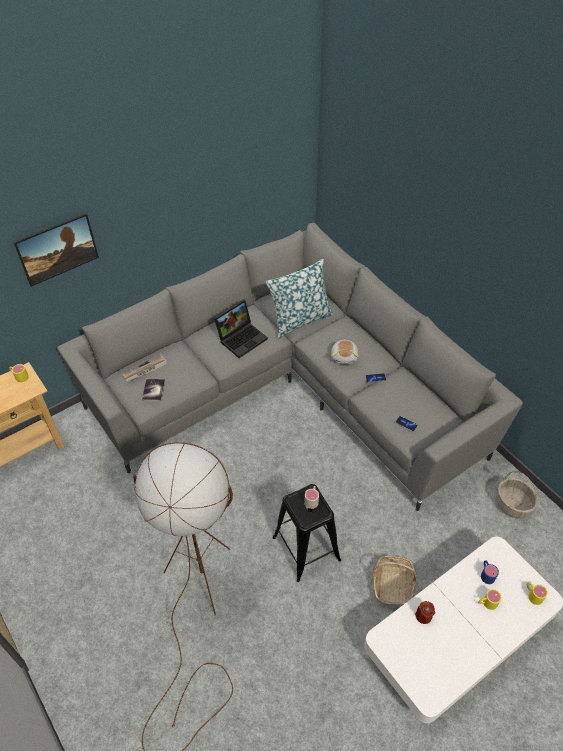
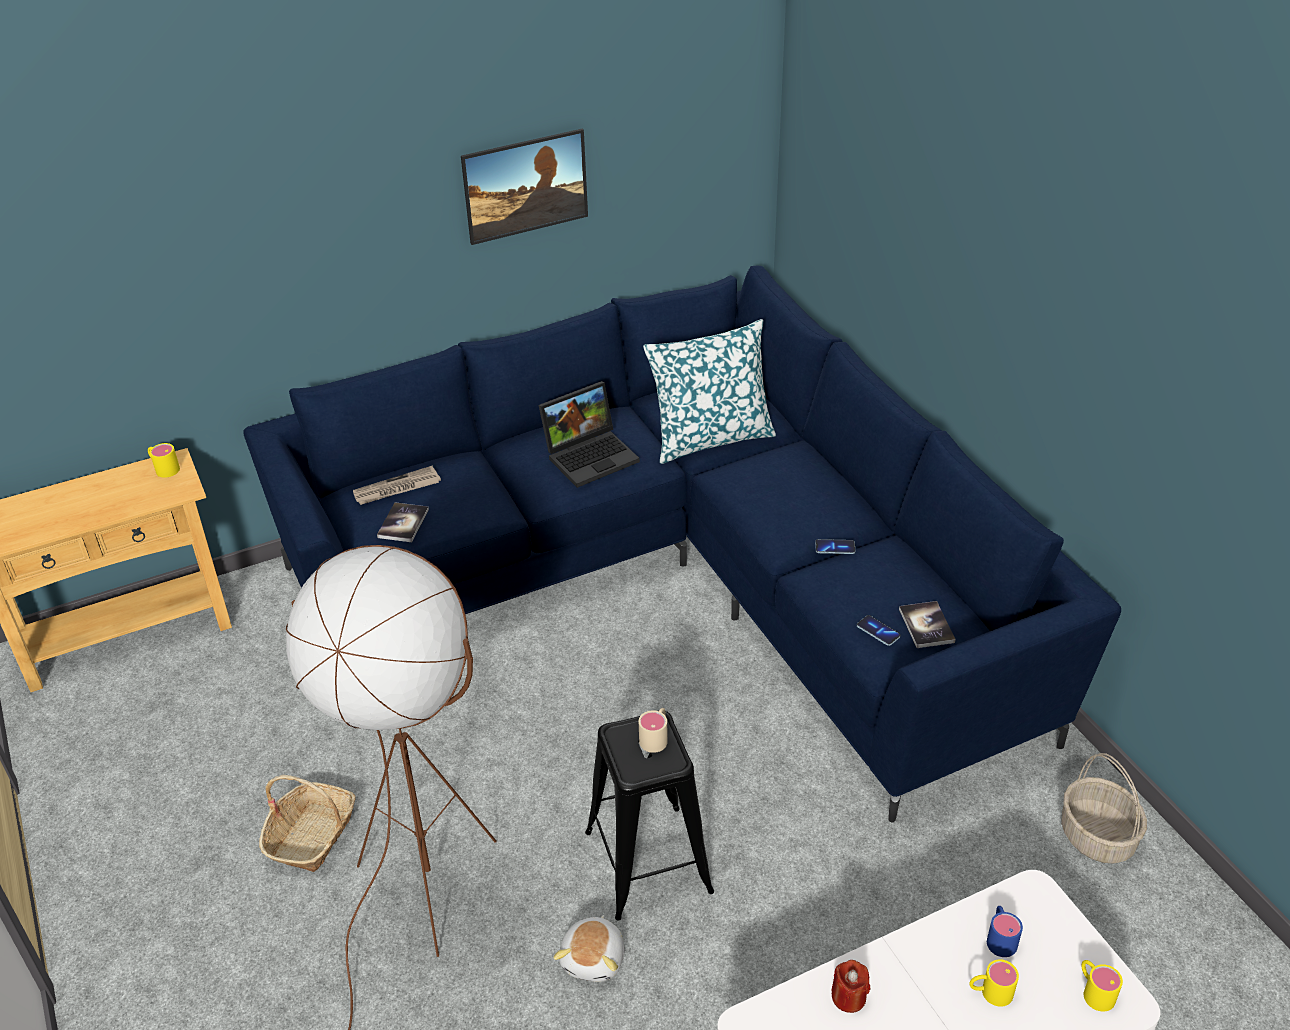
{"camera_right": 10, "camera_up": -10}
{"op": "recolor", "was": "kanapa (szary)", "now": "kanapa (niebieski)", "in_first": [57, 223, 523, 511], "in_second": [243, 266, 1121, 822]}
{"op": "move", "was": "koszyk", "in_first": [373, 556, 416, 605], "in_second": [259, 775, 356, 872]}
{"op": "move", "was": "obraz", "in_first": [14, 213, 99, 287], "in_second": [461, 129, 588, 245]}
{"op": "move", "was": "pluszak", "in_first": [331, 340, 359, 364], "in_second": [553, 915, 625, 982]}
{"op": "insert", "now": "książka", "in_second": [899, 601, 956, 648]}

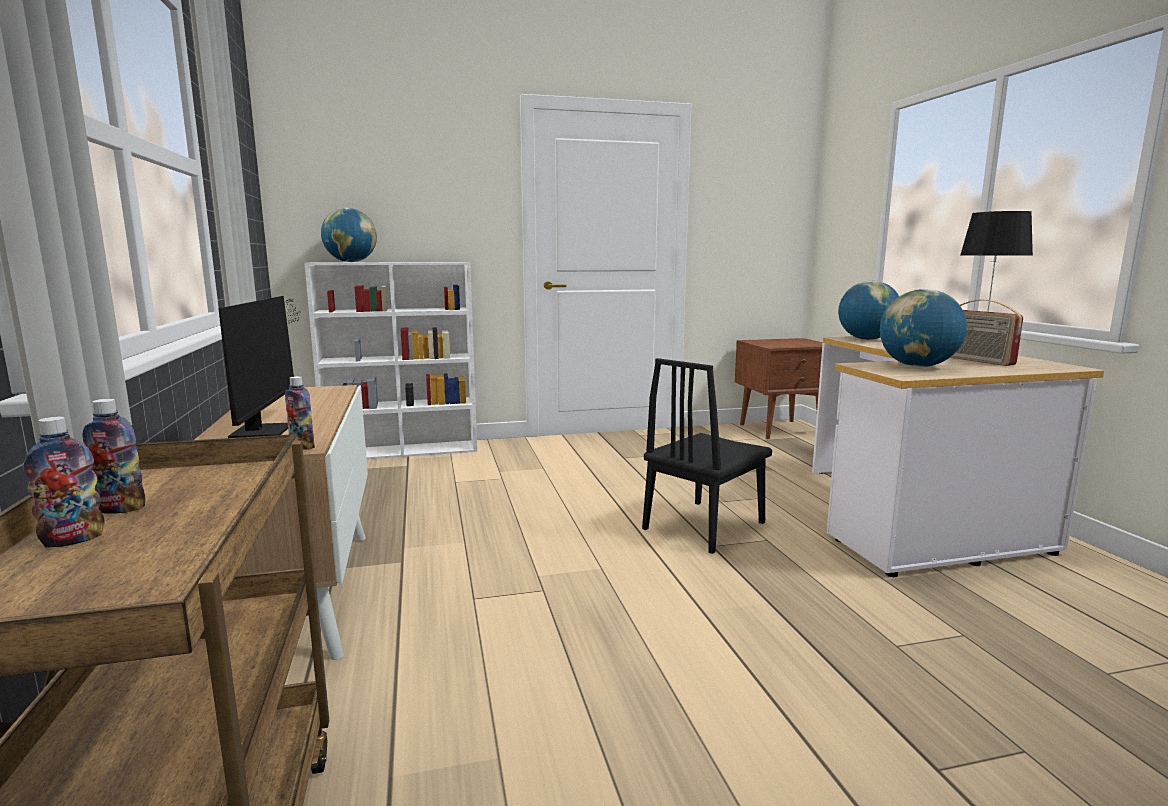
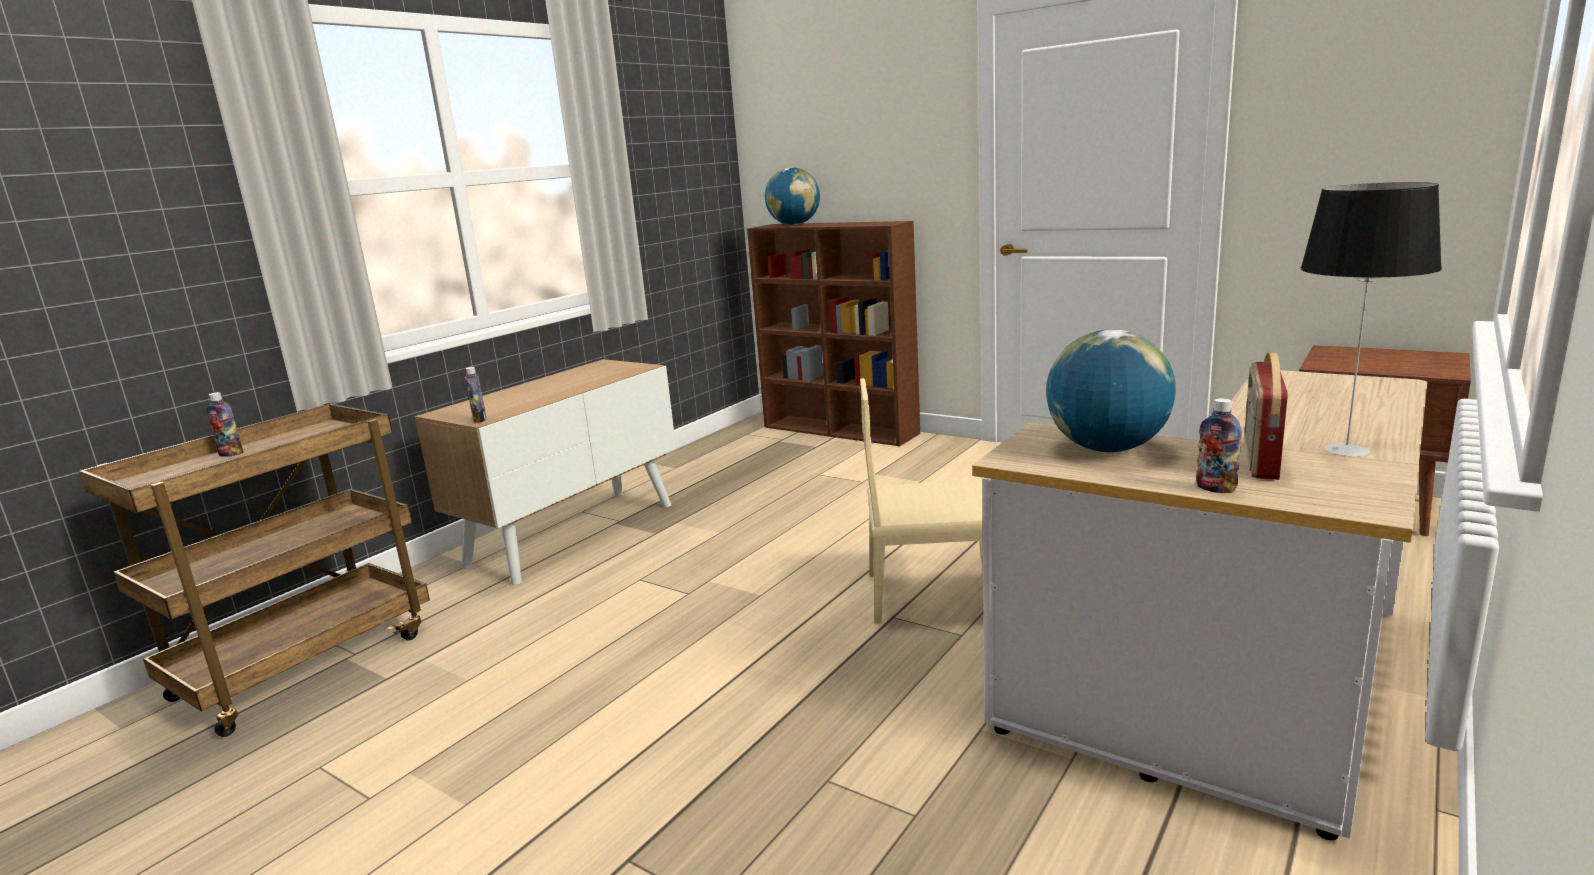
{"camera_right": 50, "camera_up": 5}
{"op": "recolor", "was": "regał (biały)", "now": "regał (brązowy)", "in_first": [304, 262, 477, 459], "in_second": [747, 221, 920, 446]}
{"op": "recolor", "was": "krzesło (czarny)", "now": "krzesło (beżowy)", "in_first": [642, 358, 772, 554], "in_second": [860, 378, 983, 624]}
{"op": "move", "was": "butelka", "in_first": [83, 399, 145, 514], "in_second": [1196, 398, 1242, 493]}
{"op": "delete", "was": "monitor", "in_first": [218, 296, 301, 438]}
{"op": "delete", "was": "globus", "in_first": [838, 281, 899, 340]}

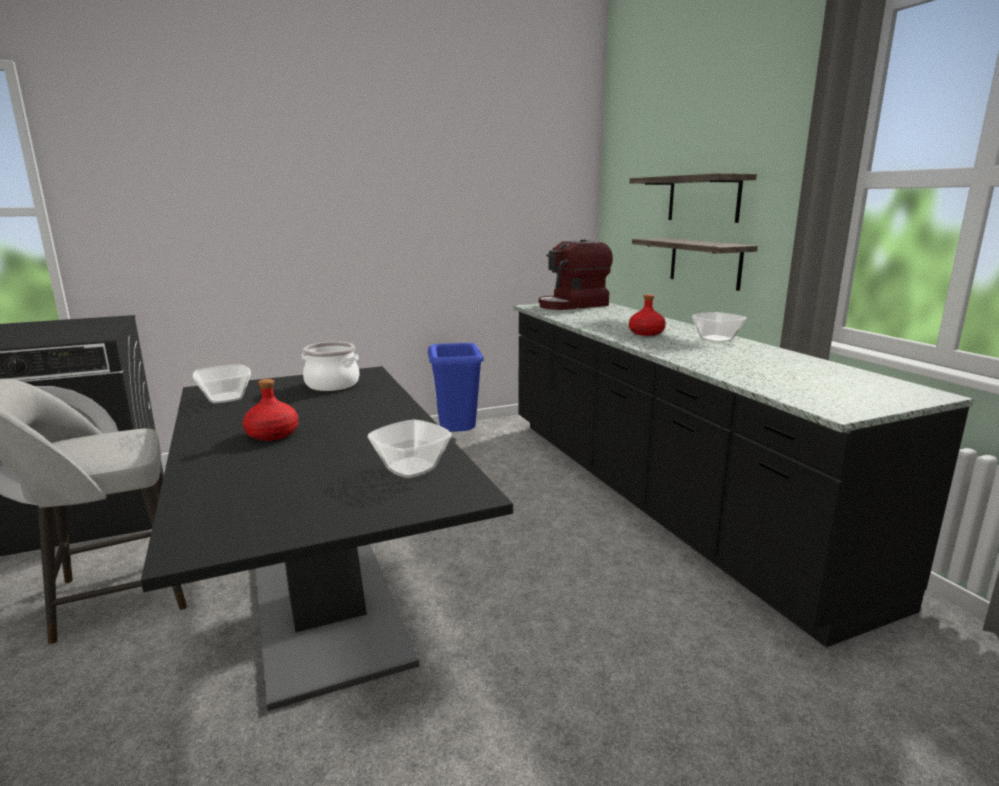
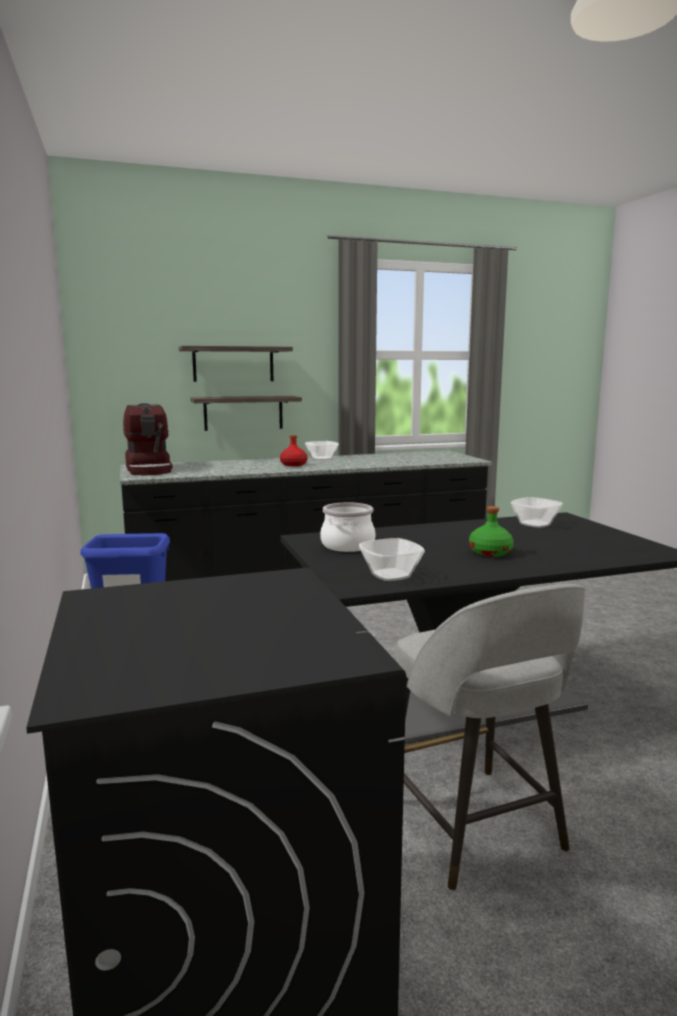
{"camera_right": -85, "camera_up": -5}
{"op": "recolor", "was": "butelka (czerwony)", "now": "butelka (zielony)", "in_first": [243, 379, 299, 441], "in_second": [469, 506, 514, 557]}

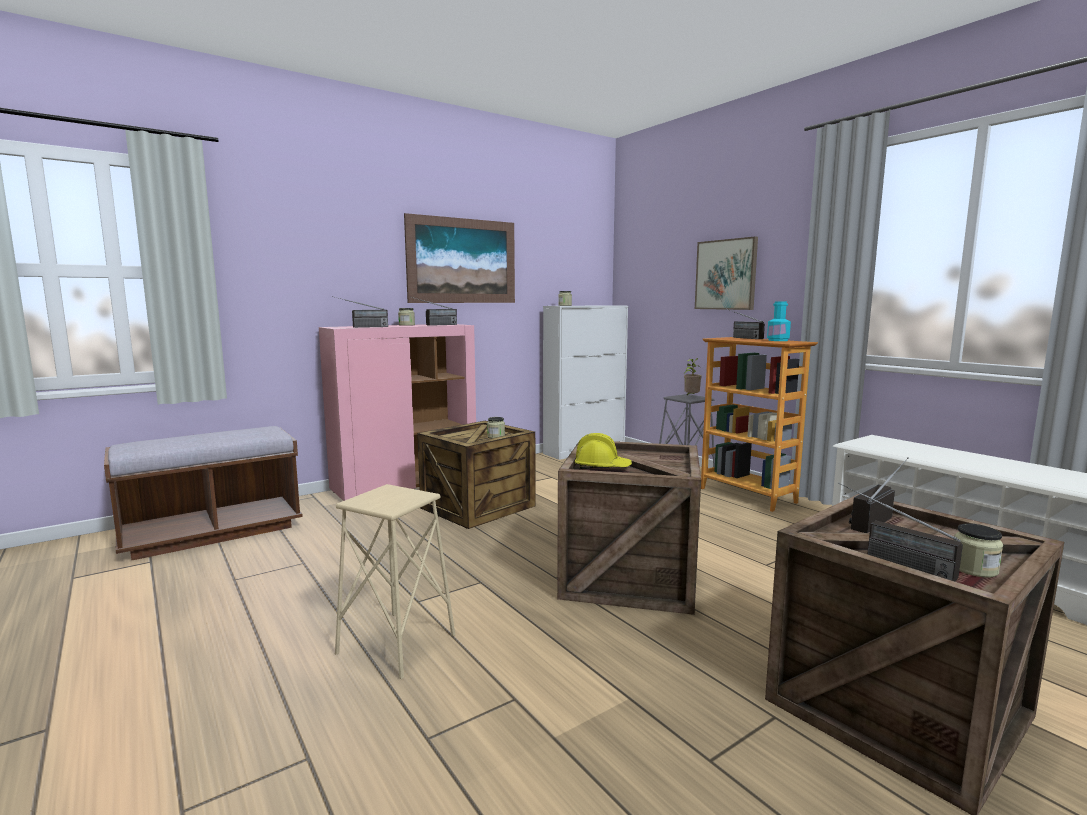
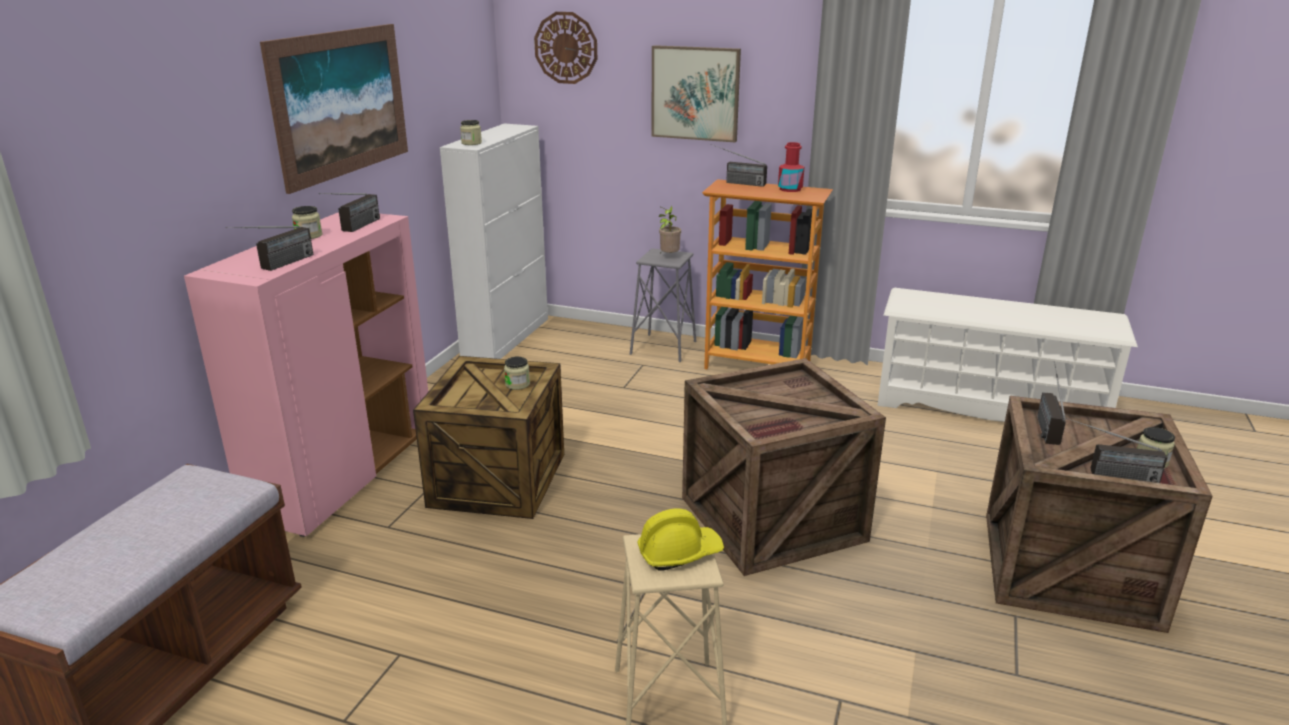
{"camera_right": -35, "camera_up": 15}
{"op": "insert", "now": "zegar ścienny", "in_second": [534, 12, 597, 84]}
{"op": "move", "was": "kask (żółty)", "in_first": [575, 433, 632, 469], "in_second": [638, 508, 724, 571]}
{"op": "recolor", "was": "butelka (turkusowy)", "now": "butelka (czerwony)", "in_first": [767, 302, 791, 341], "in_second": [778, 142, 804, 192]}

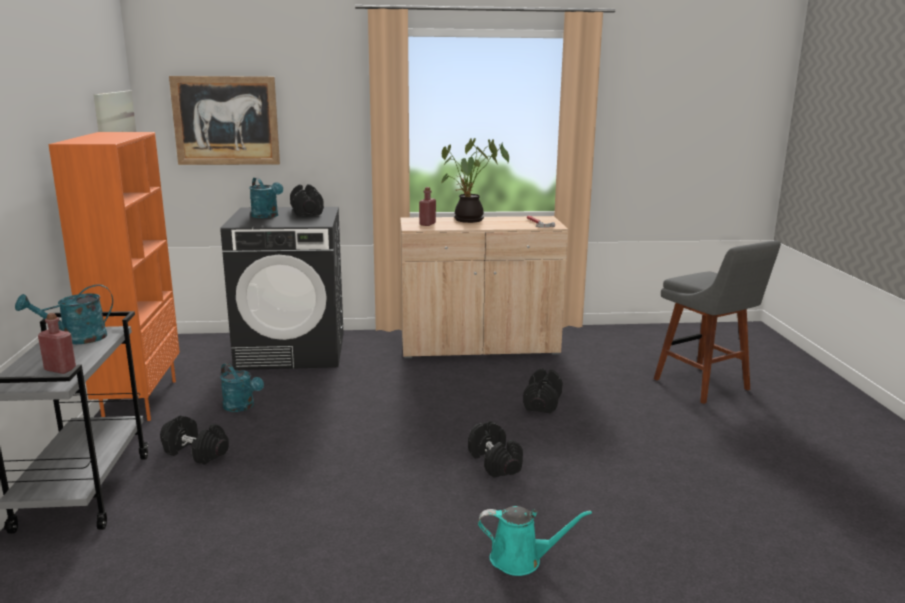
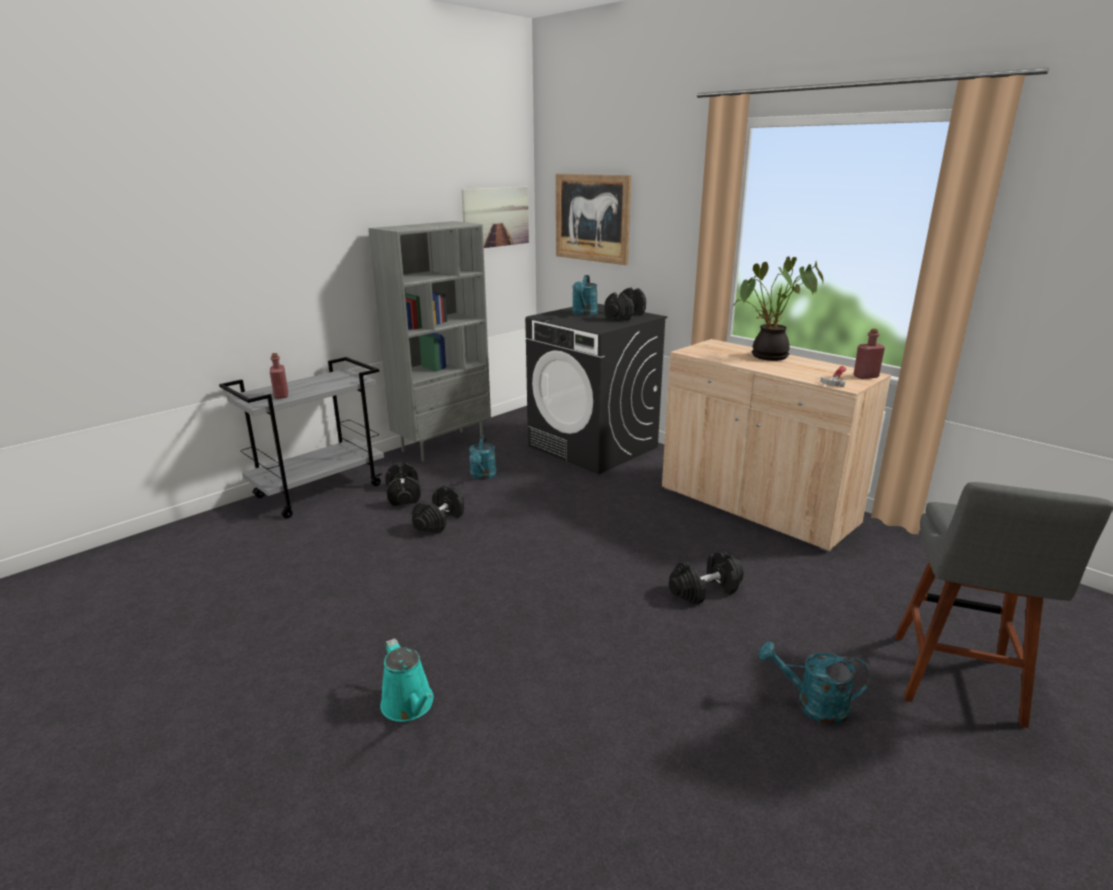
{"camera_right": 50, "camera_up": 5}
{"op": "recolor", "was": "regał (pomarańczowy)", "now": "regał (szary)", "in_first": [48, 132, 180, 421], "in_second": [368, 221, 491, 462]}
{"op": "move", "was": "hantel (czarny)", "in_first": [468, 421, 523, 478], "in_second": [412, 485, 464, 534]}
{"op": "move", "was": "konewka (turkusowy)", "in_first": [15, 284, 113, 344], "in_second": [759, 641, 871, 725]}
{"op": "move", "was": "butelka (czerwony)", "in_first": [419, 187, 436, 226], "in_second": [854, 329, 885, 379]}

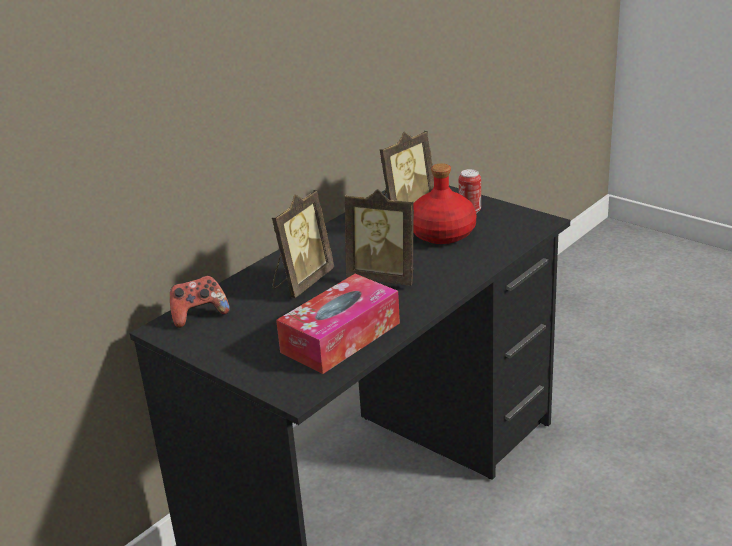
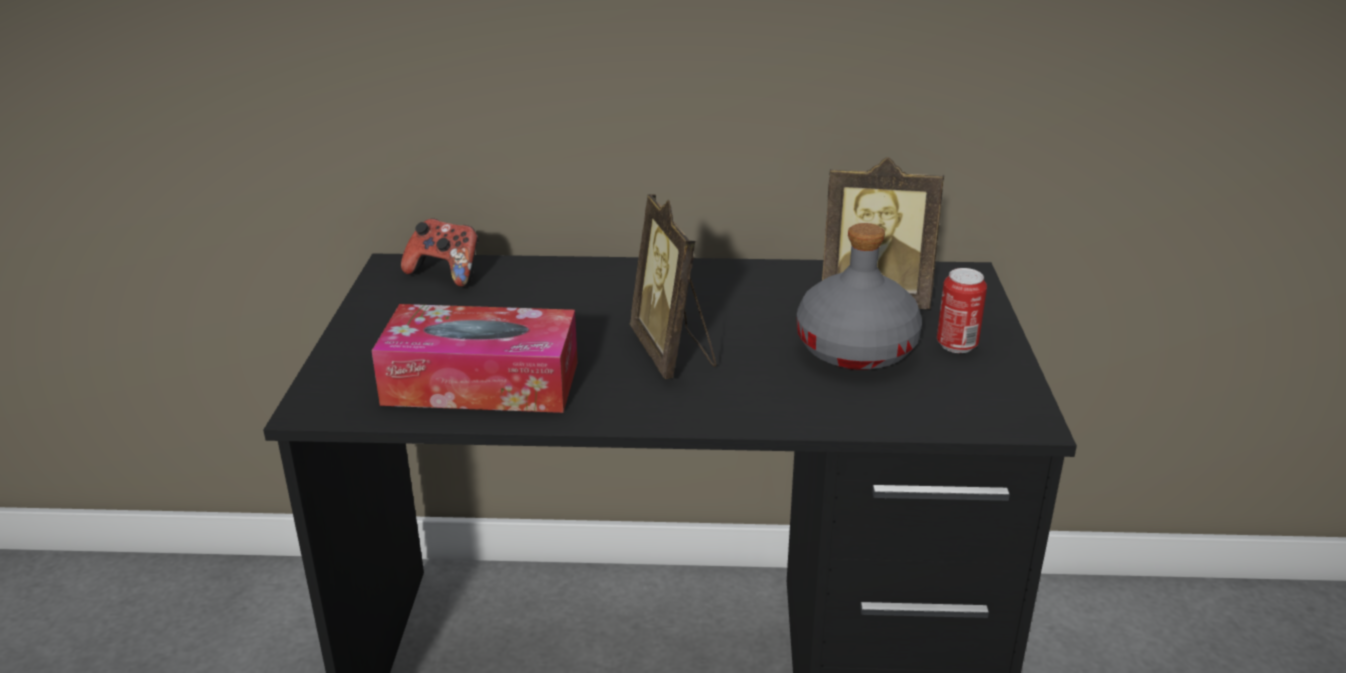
{"camera_right": 50, "camera_up": 0}
{"op": "recolor", "was": "butelka (czerwony)", "now": "butelka (szary)", "in_first": [413, 163, 476, 244], "in_second": [797, 223, 922, 370]}
{"op": "delete", "was": "ramka na zdjęcie", "in_first": [272, 190, 334, 298]}

